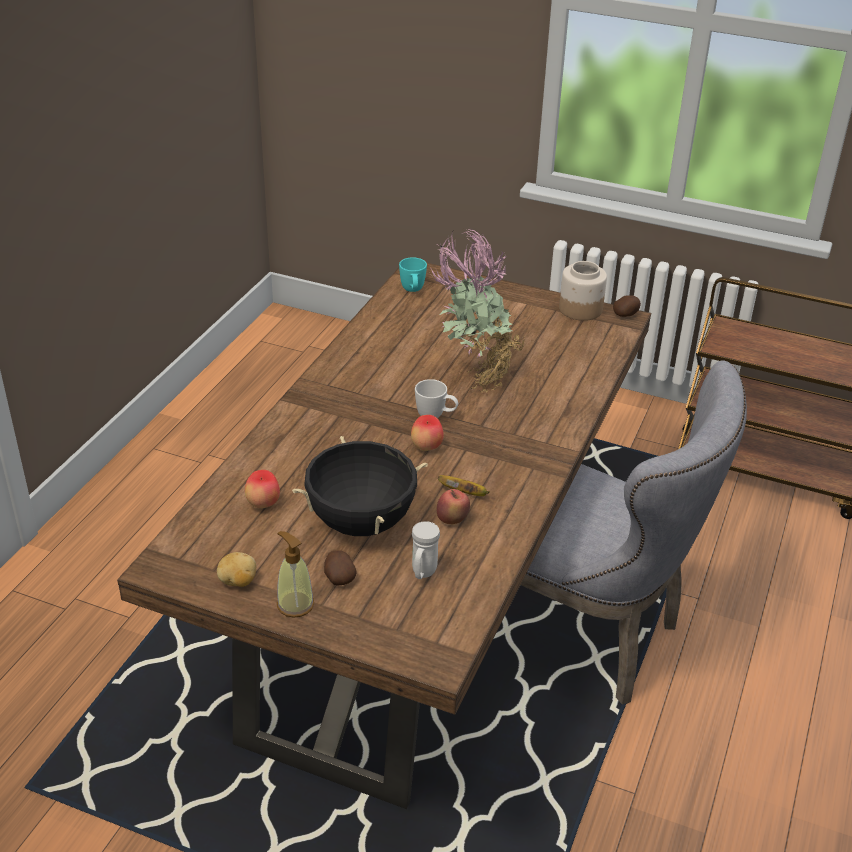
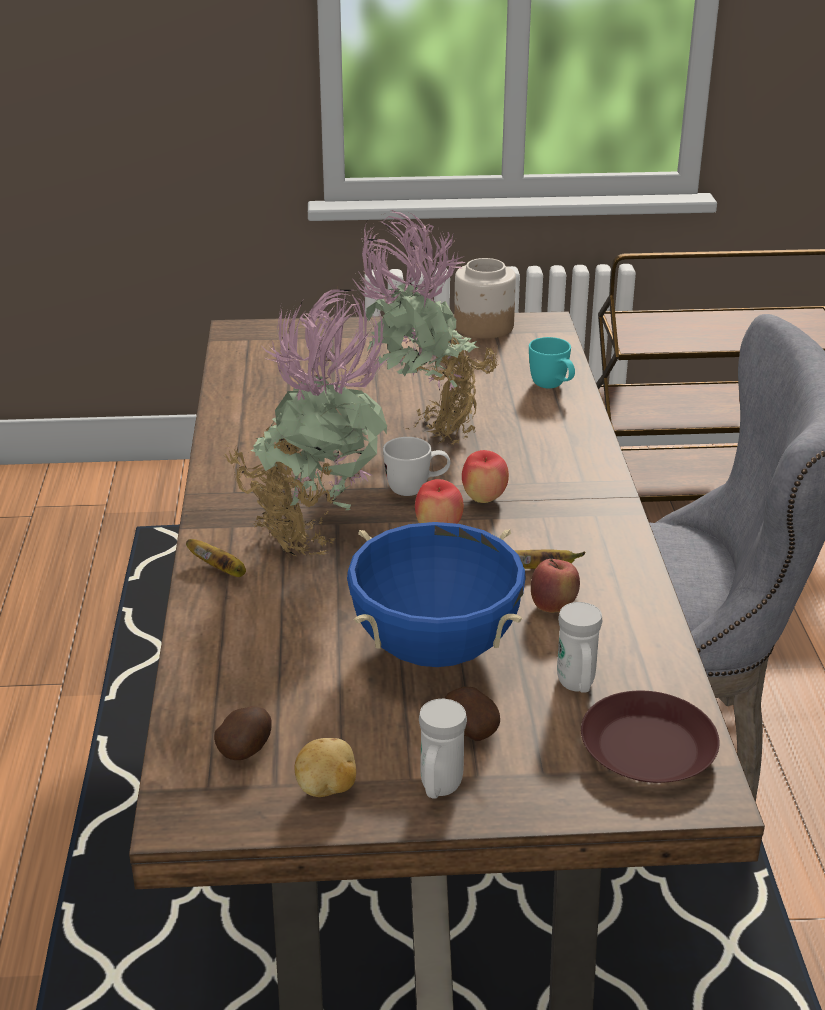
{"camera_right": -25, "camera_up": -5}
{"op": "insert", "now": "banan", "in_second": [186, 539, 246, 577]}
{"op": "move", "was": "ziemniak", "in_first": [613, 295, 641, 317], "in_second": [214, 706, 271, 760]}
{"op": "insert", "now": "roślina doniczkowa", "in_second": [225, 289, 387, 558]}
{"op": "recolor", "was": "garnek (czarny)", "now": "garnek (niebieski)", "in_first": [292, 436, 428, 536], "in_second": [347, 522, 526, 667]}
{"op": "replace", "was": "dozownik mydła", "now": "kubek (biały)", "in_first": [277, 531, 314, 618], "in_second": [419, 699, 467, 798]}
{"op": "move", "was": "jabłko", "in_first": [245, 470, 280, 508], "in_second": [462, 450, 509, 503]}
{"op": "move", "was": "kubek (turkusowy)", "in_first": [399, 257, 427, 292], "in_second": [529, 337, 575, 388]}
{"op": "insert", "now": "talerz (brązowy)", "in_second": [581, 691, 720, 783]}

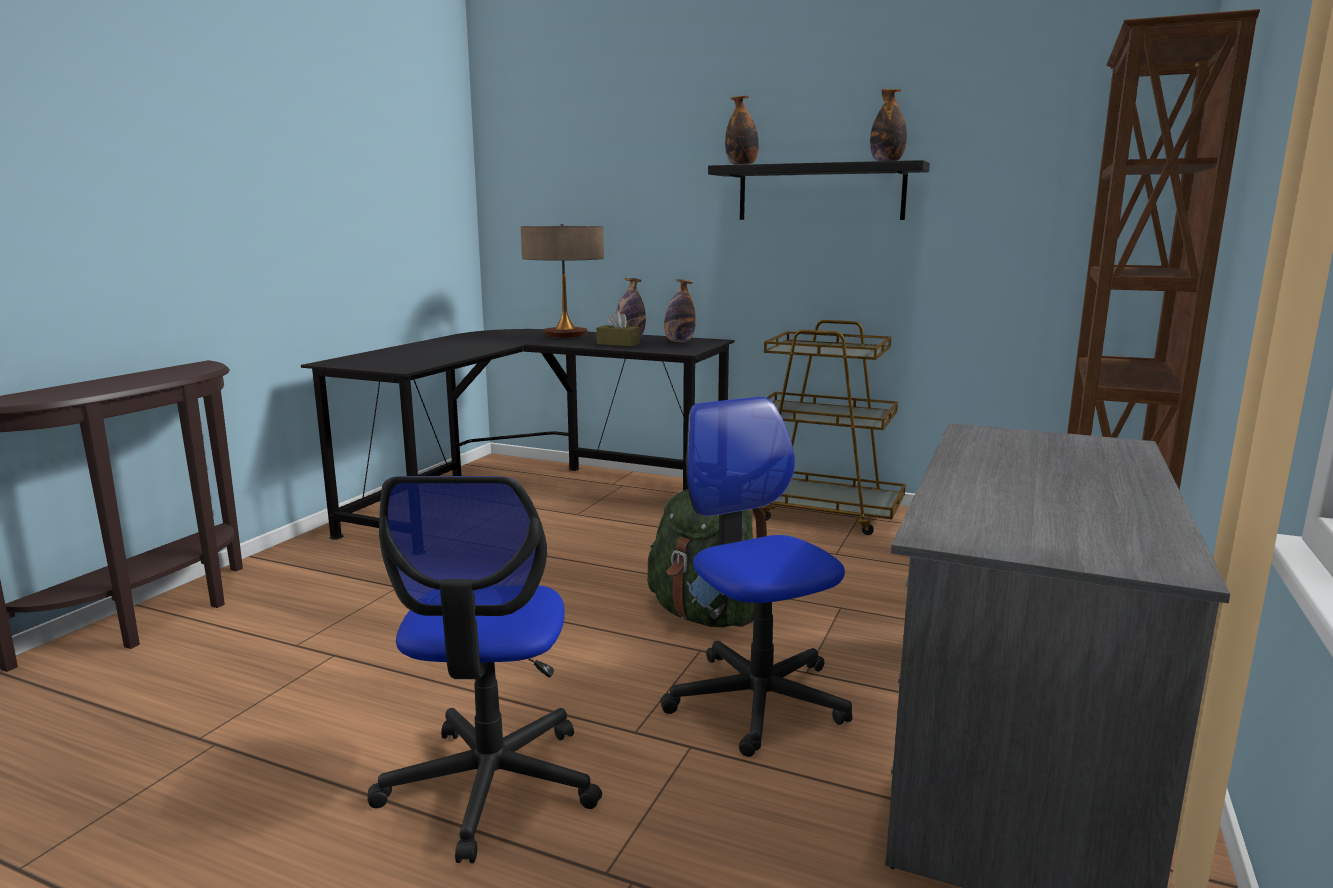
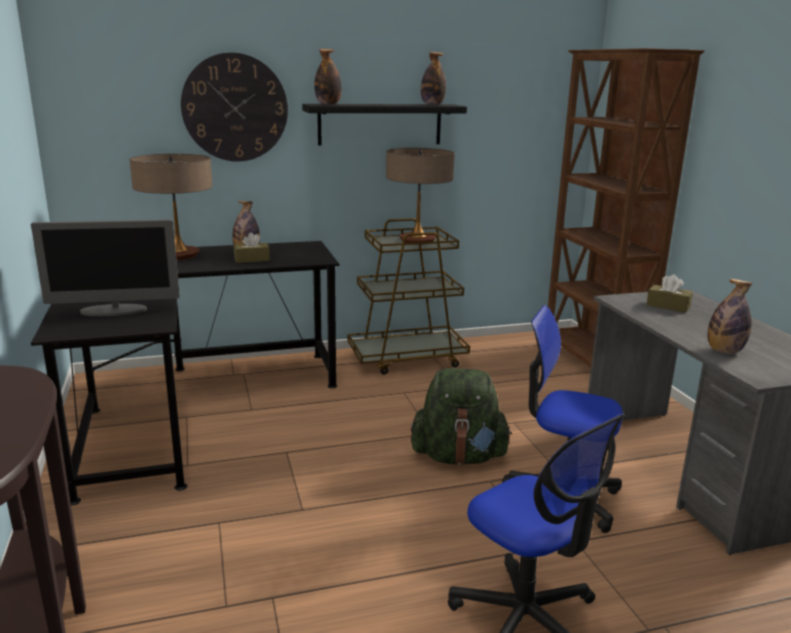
{"camera_right": -40, "camera_up": 5}
{"op": "insert", "now": "monitor", "in_second": [31, 219, 180, 316]}
{"op": "insert", "now": "zegar ścienny", "in_second": [181, 52, 288, 161]}
{"op": "insert", "now": "lampa stołowa", "in_second": [386, 148, 455, 245]}
{"op": "insert", "now": "pudełko chusteczek (brązowy)", "in_second": [646, 274, 693, 313]}
{"op": "move", "was": "butelka", "in_first": [664, 279, 696, 342], "in_second": [707, 279, 752, 354]}

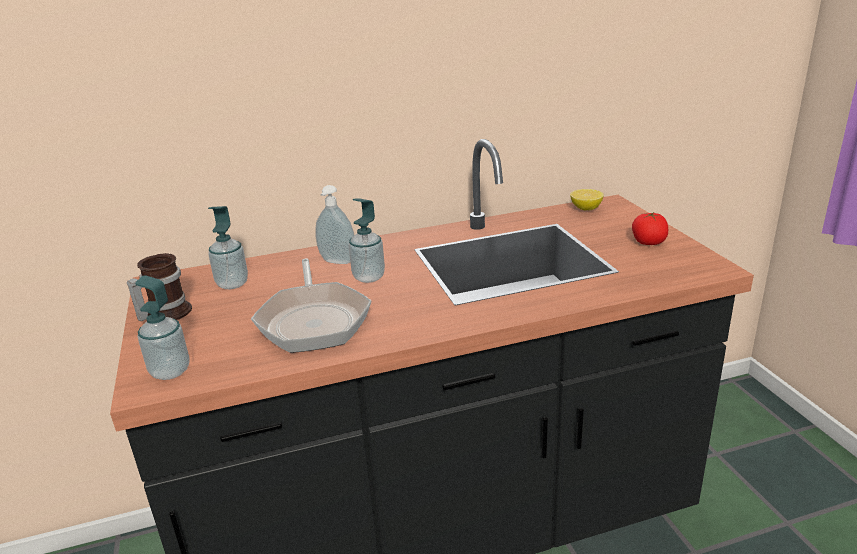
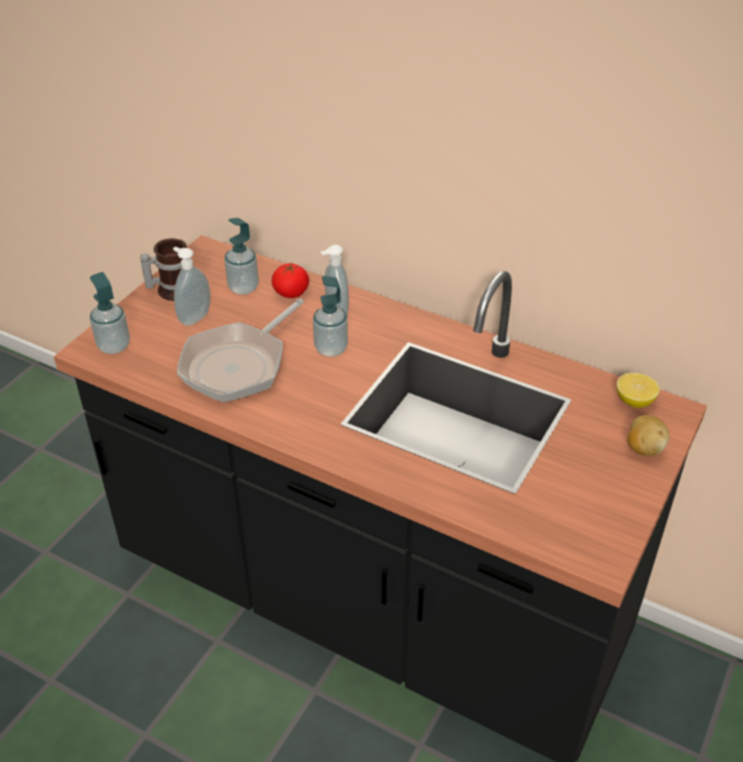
{"camera_right": 45, "camera_up": 15}
{"op": "insert", "now": "dozownik mydła", "in_second": [173, 246, 211, 326]}
{"op": "move", "was": "pomidor", "in_first": [632, 212, 668, 245], "in_second": [272, 263, 309, 298]}
{"op": "insert", "now": "ziemniak", "in_second": [627, 415, 669, 456]}

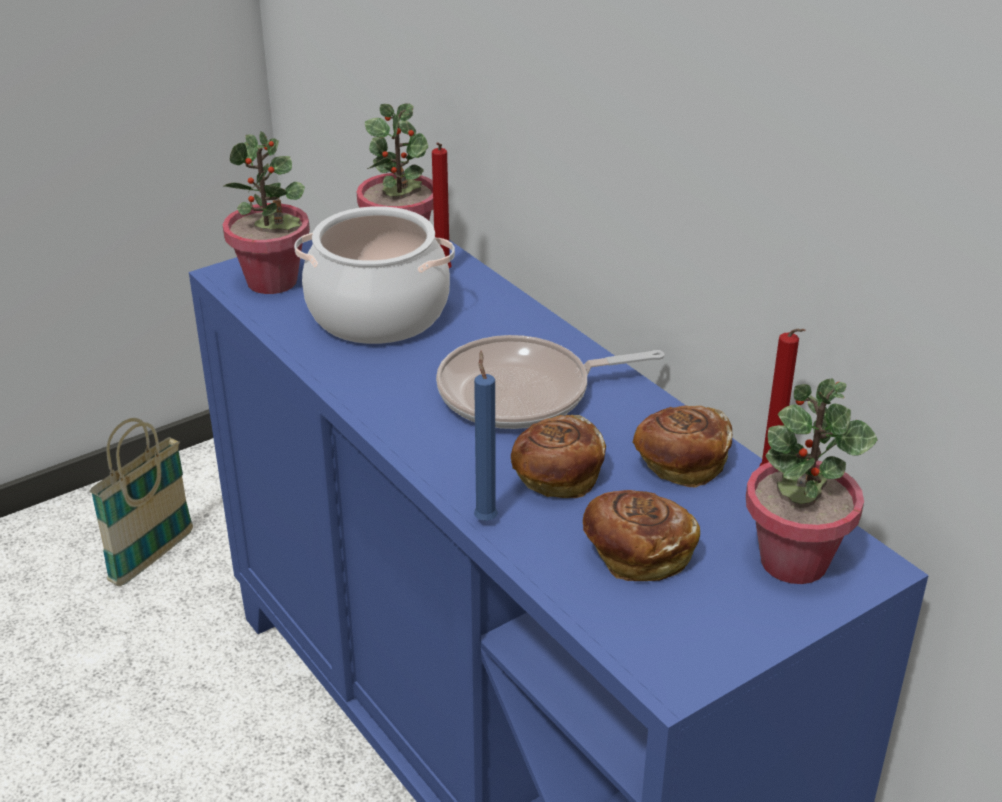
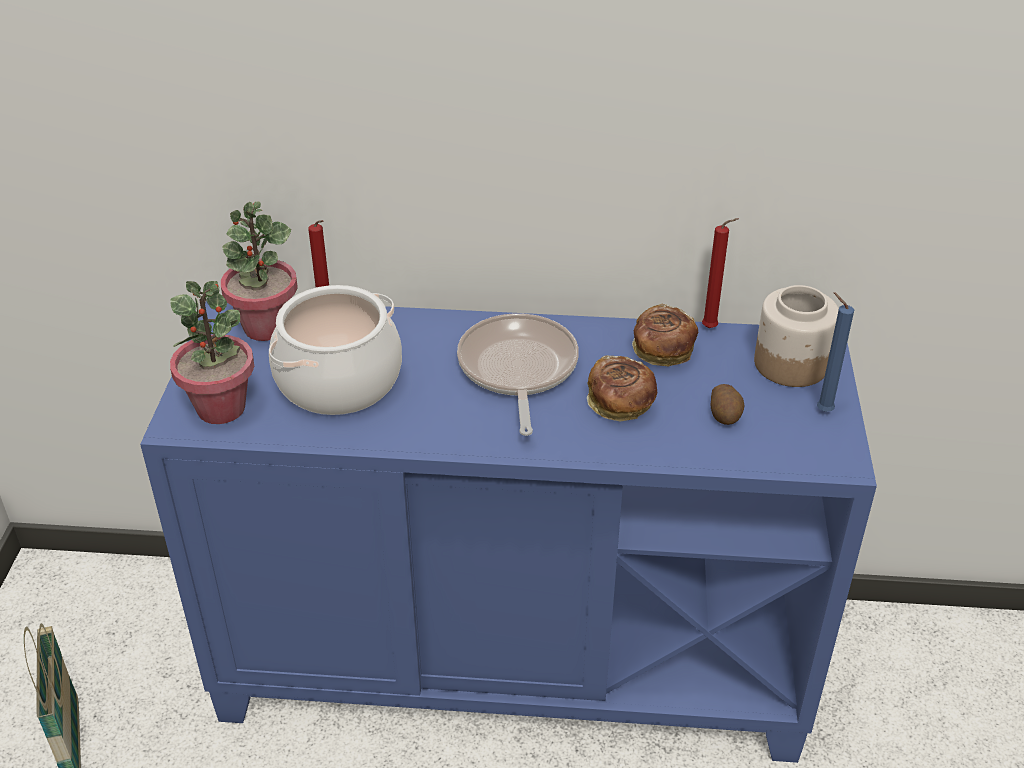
{"camera_right": -50, "camera_up": 5}
{"op": "rotate", "was": "patelnia", "in_first": [436, 335, 664, 429], "in_second": [457, 313, 579, 436], "clockwise": 150}
{"op": "replace", "was": "chleb", "now": "ziemniak", "in_first": [583, 490, 700, 581], "in_second": [710, 384, 745, 425]}
{"op": "replace", "was": "roślina doniczkowa", "now": "słoik", "in_first": [746, 378, 878, 584], "in_second": [754, 285, 839, 387]}
{"op": "move", "was": "świeca (niebieski)", "in_first": [474, 351, 498, 521], "in_second": [817, 292, 854, 412]}

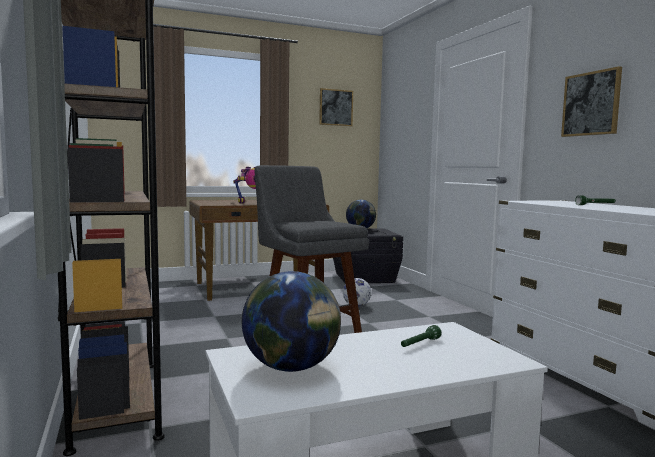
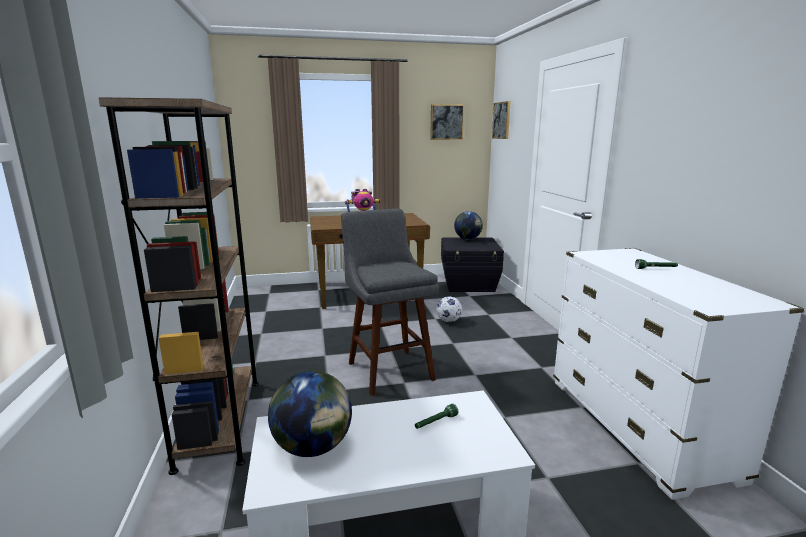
{"camera_right": 10, "camera_up": 10}
{"op": "move", "was": "obraz", "in_first": [561, 66, 622, 137], "in_second": [492, 101, 511, 139]}

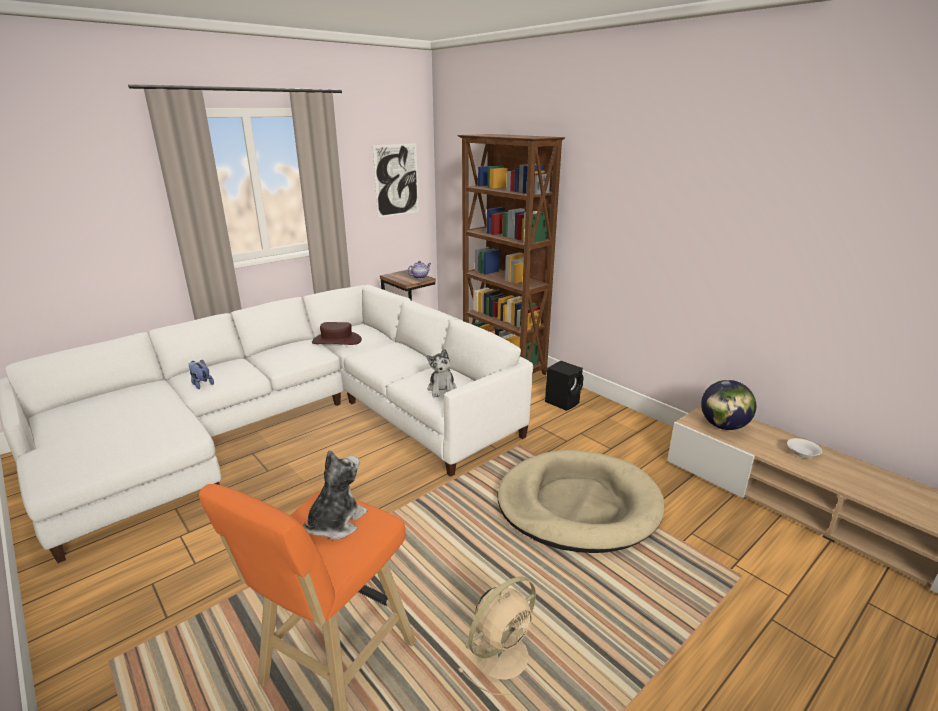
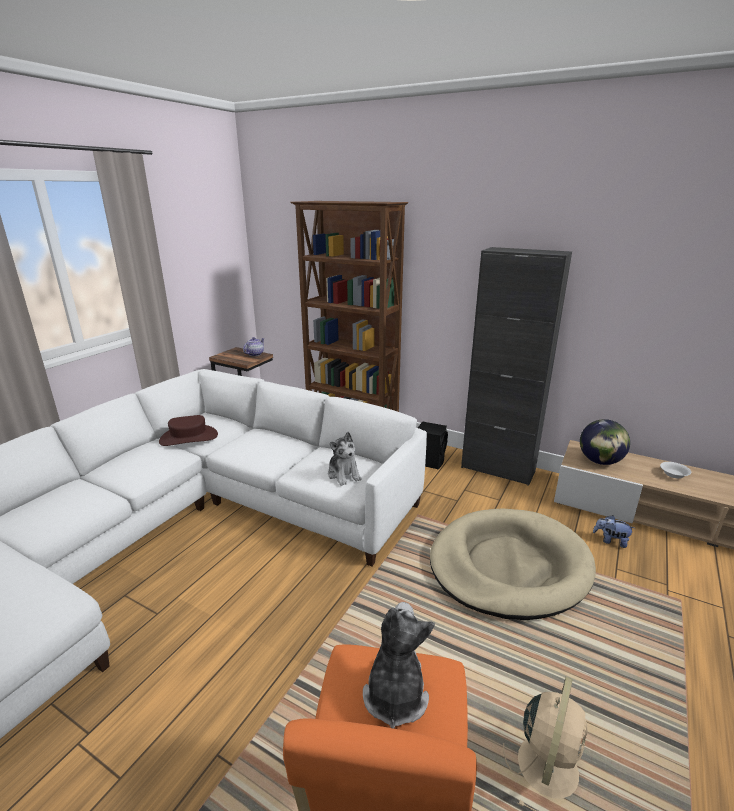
{"camera_right": -20, "camera_up": 0}
{"op": "insert", "now": "szafka (czarny)", "in_second": [461, 247, 572, 486]}
{"op": "move", "was": "pluszak", "in_first": [188, 360, 214, 389], "in_second": [593, 515, 634, 548]}
{"op": "delete", "was": "obraz", "in_first": [373, 143, 419, 217]}

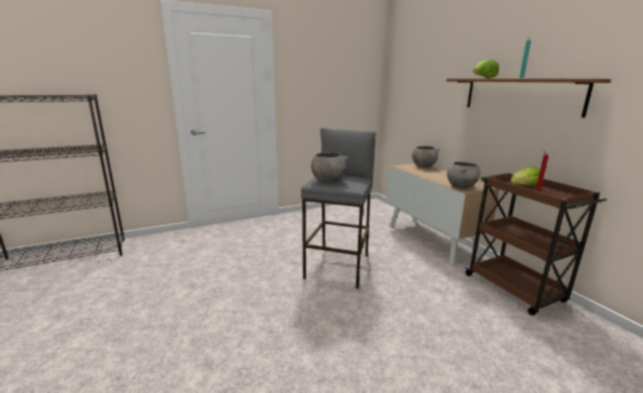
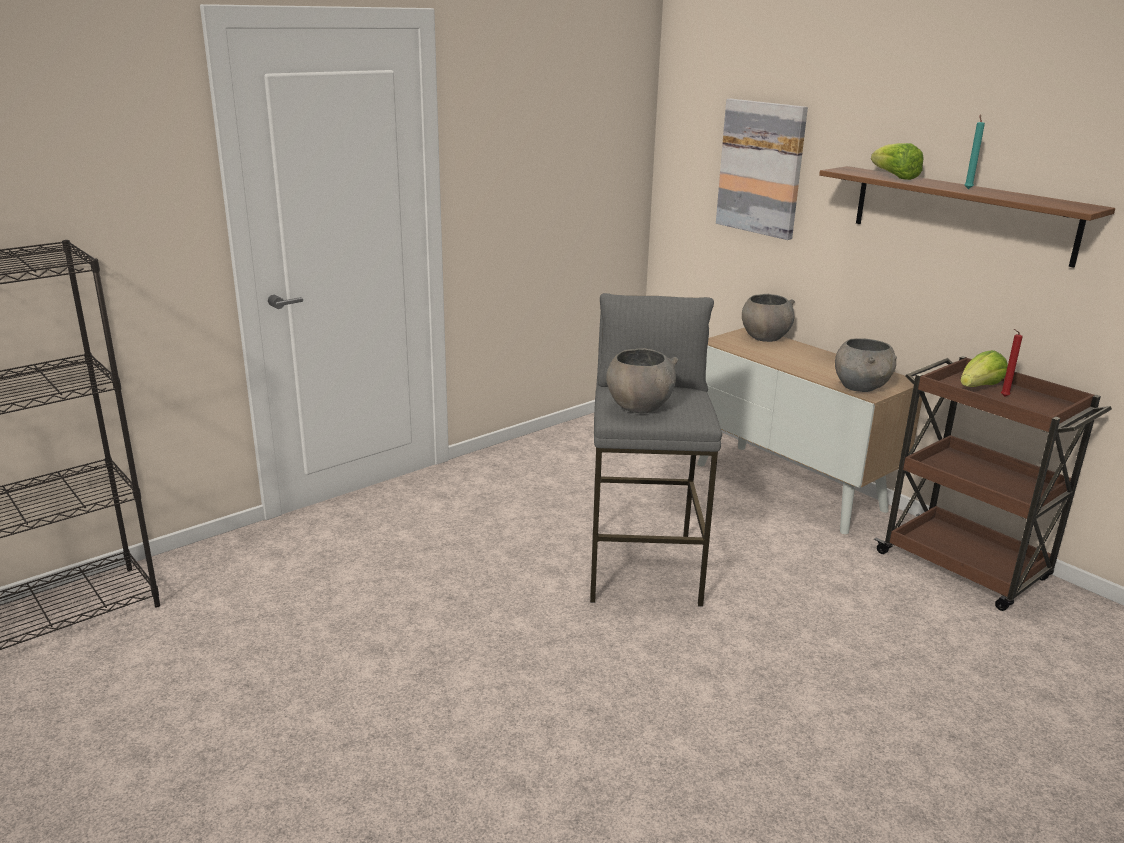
{"camera_right": -15, "camera_up": 5}
{"op": "insert", "now": "obraz", "in_second": [716, 99, 808, 240]}

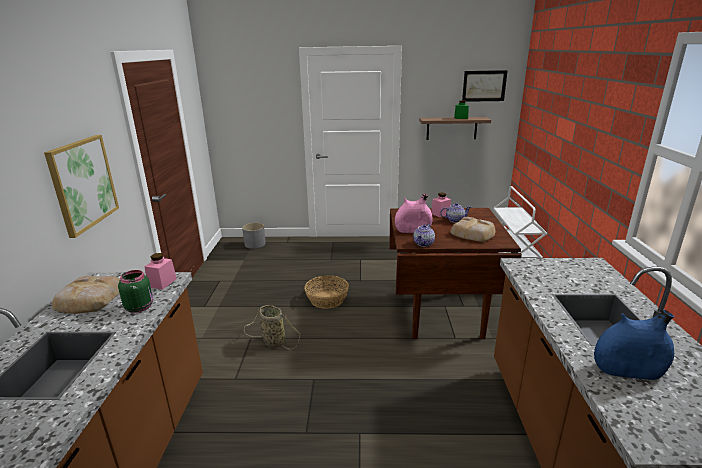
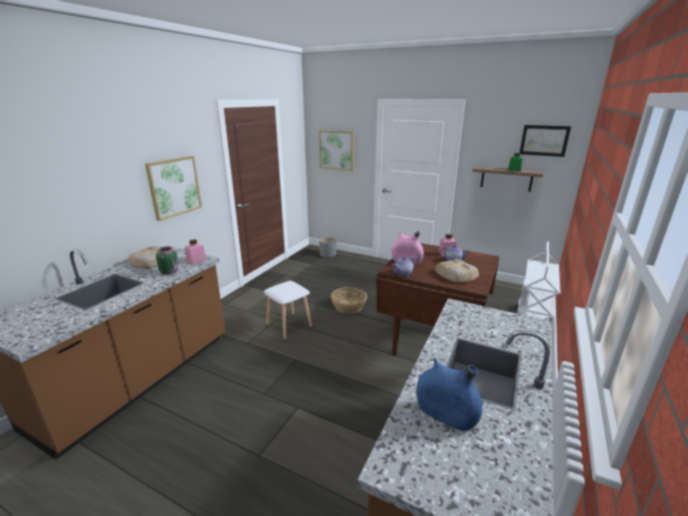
{"camera_right": 25, "camera_up": 0}
{"op": "replace", "was": "koszyk", "now": "stołek (biały)", "in_first": [244, 305, 301, 349], "in_second": [264, 281, 312, 340]}
{"op": "insert", "now": "obraz", "in_second": [319, 130, 354, 171]}

